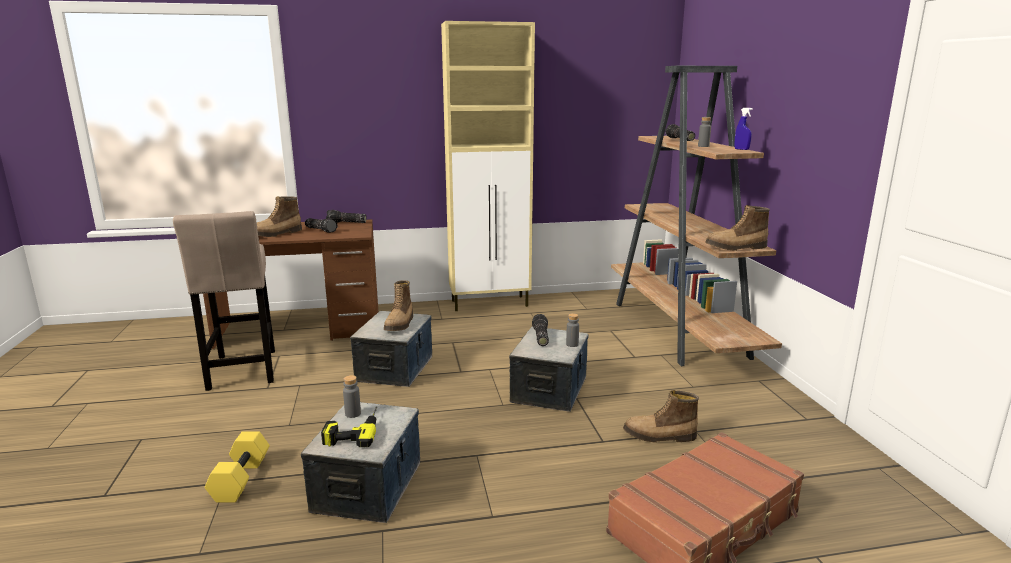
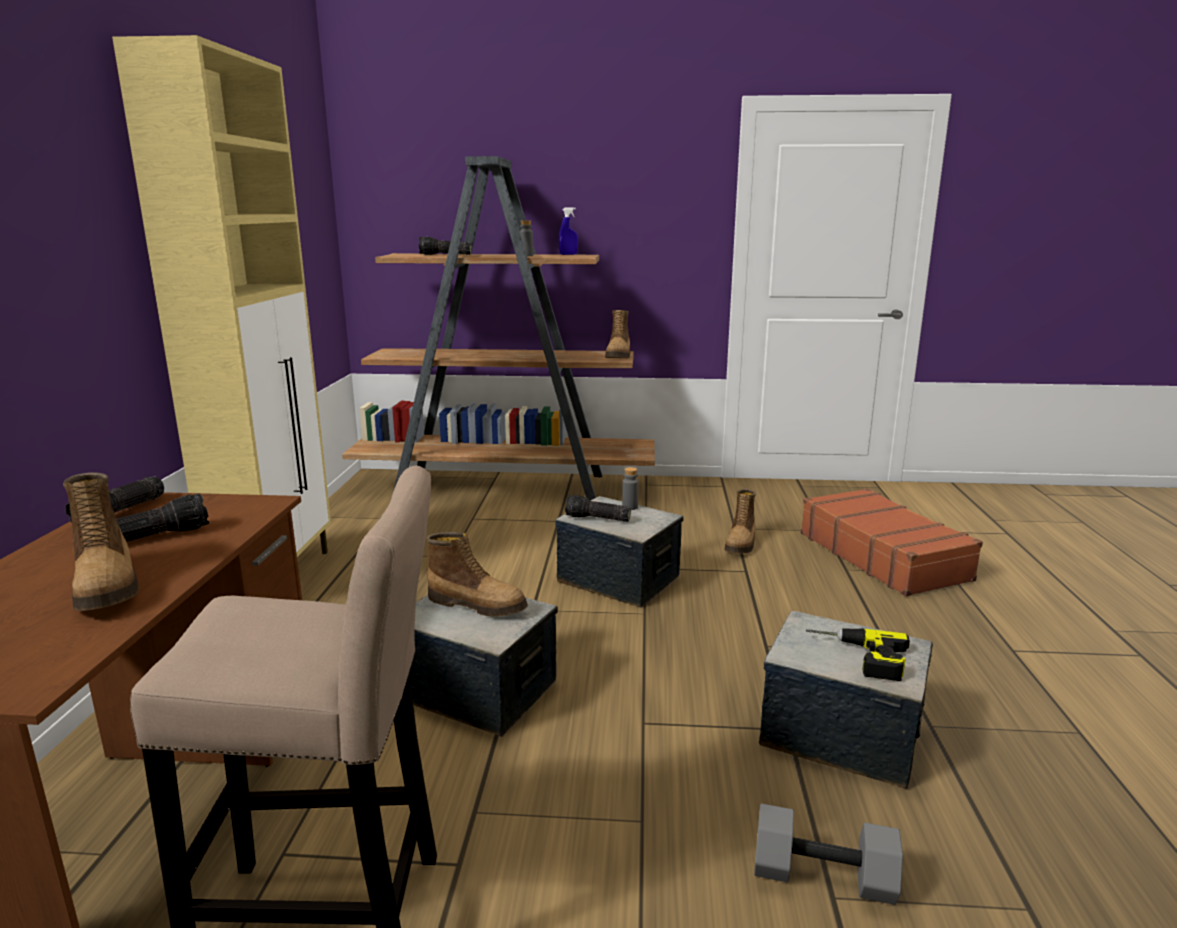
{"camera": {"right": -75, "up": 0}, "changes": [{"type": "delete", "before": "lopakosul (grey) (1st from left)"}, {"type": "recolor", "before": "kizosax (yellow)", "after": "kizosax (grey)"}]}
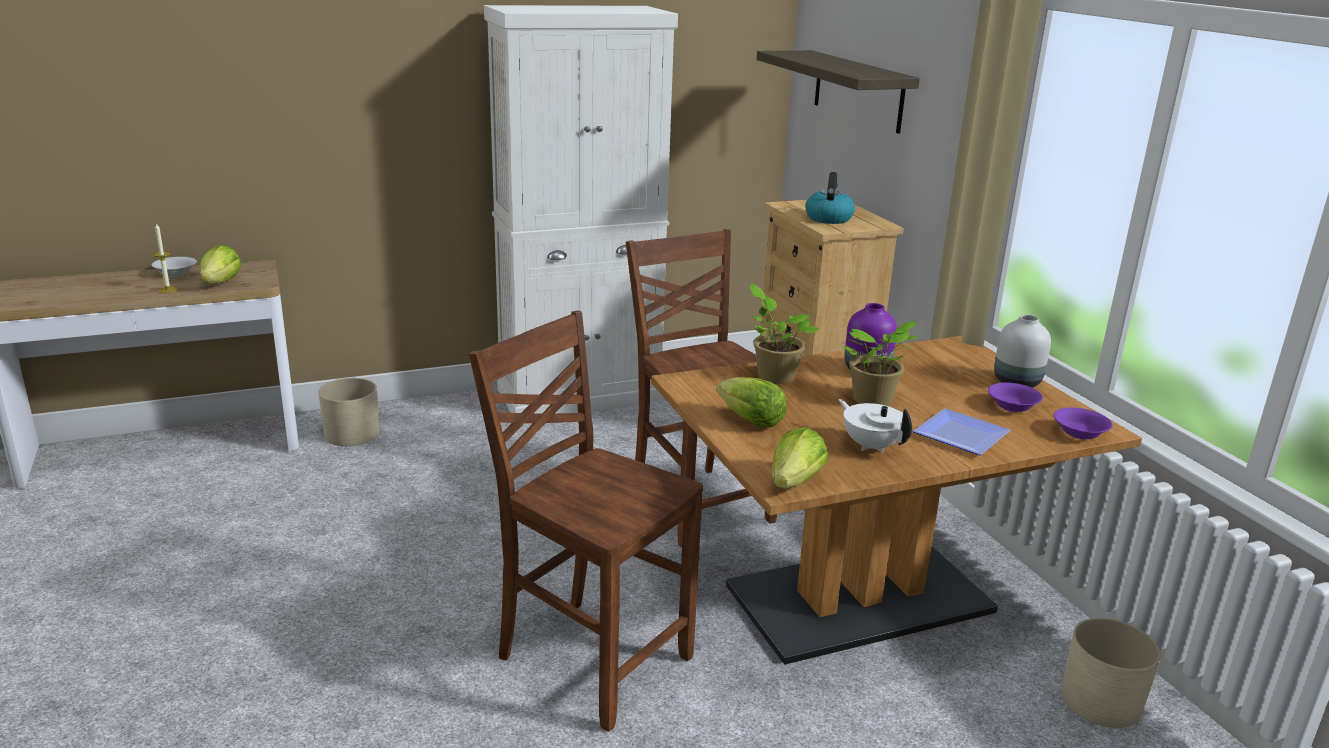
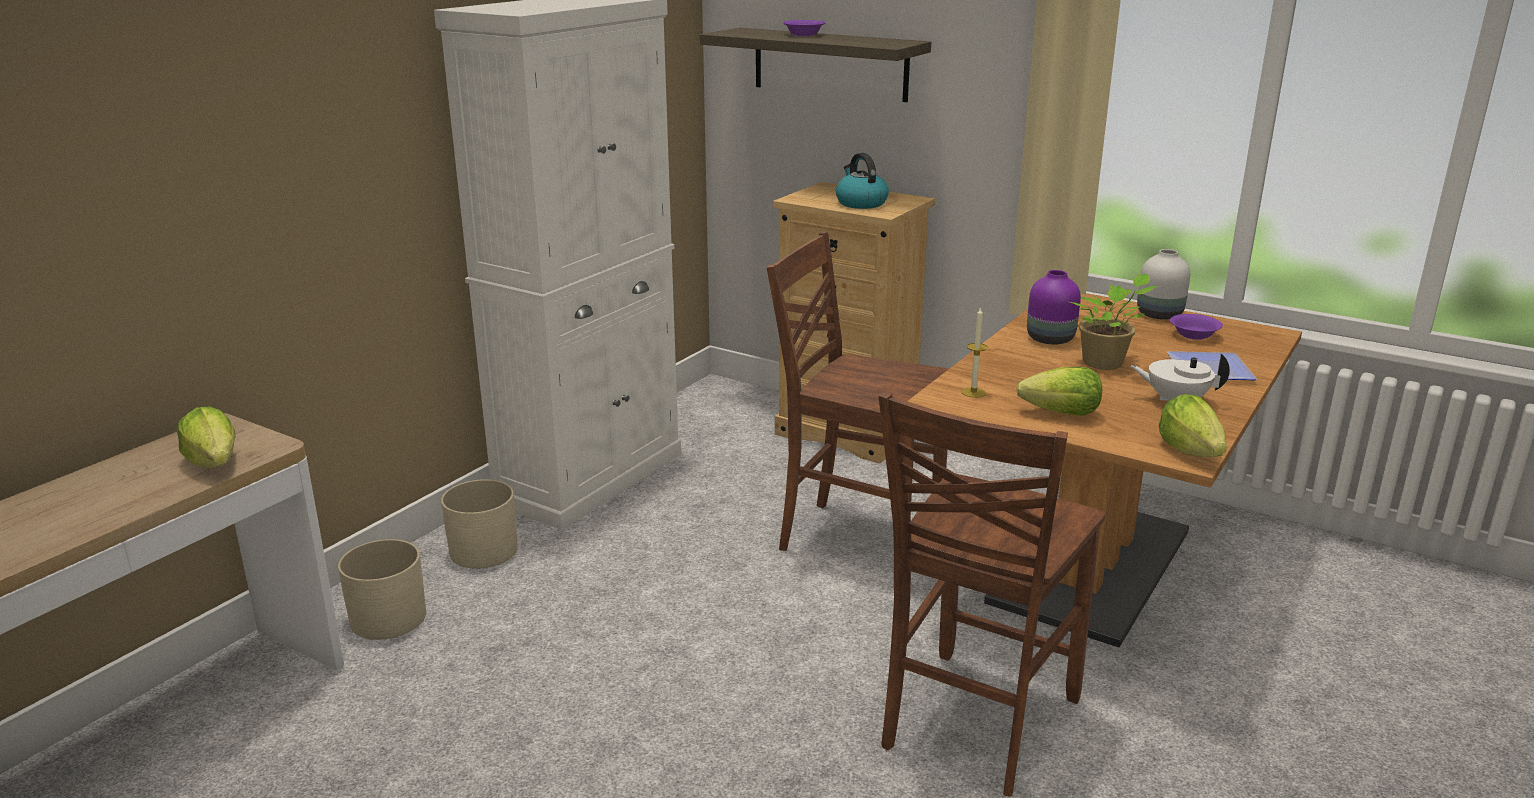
{"camera": {"right": -35, "up": 0}, "changes": [{"type": "move", "before": "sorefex"}, {"type": "delete", "before": "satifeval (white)"}, {"type": "delete", "before": "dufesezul (1st from left)"}, {"type": "rotate", "before": "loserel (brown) (1st from left in the first image)", "turn": -60}, {"type": "move", "before": "satifeval (purple) (2nd from left in the first image)", "after": "satifeval (purple) (1st from left)"}, {"type": "move", "before": "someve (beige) (2nd from left)"}]}
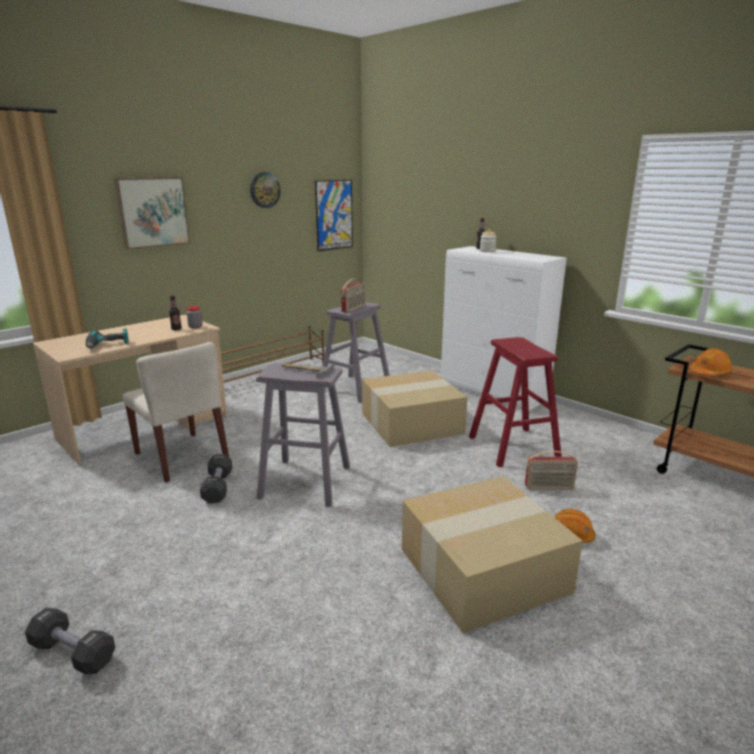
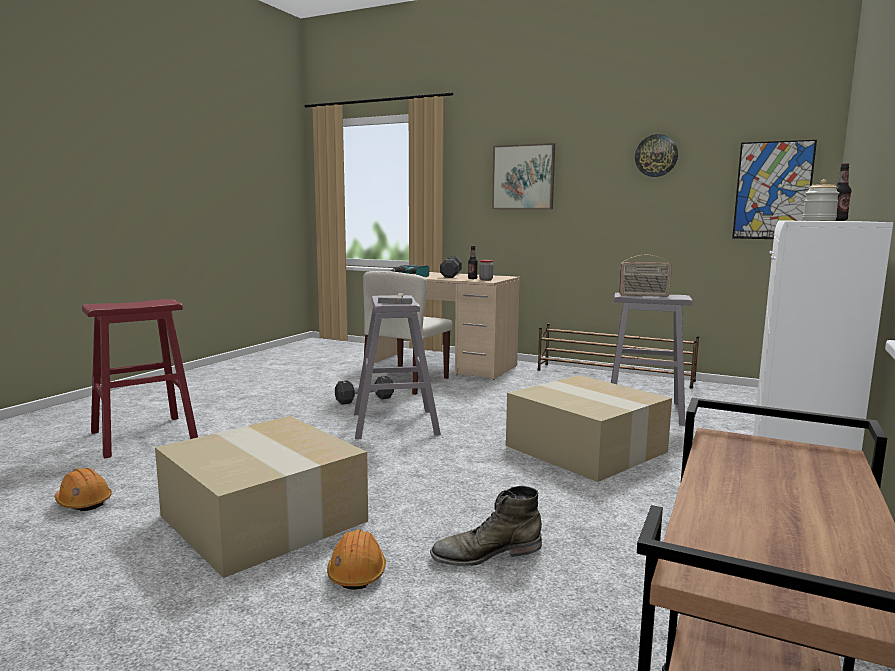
{"camera": {"right": 70, "up": -10}, "changes": [{"type": "move", "before": "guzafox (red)"}, {"type": "move", "before": "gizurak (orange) (2nd from left in the first image)", "after": "gizurak (orange) (1st from left)"}, {"type": "replace", "before": "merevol (2nd from left)", "after": "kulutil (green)"}, {"type": "move", "before": "kizosax (black) (1st from left in the first image)", "after": "kizosax (black) (2nd from left)"}]}
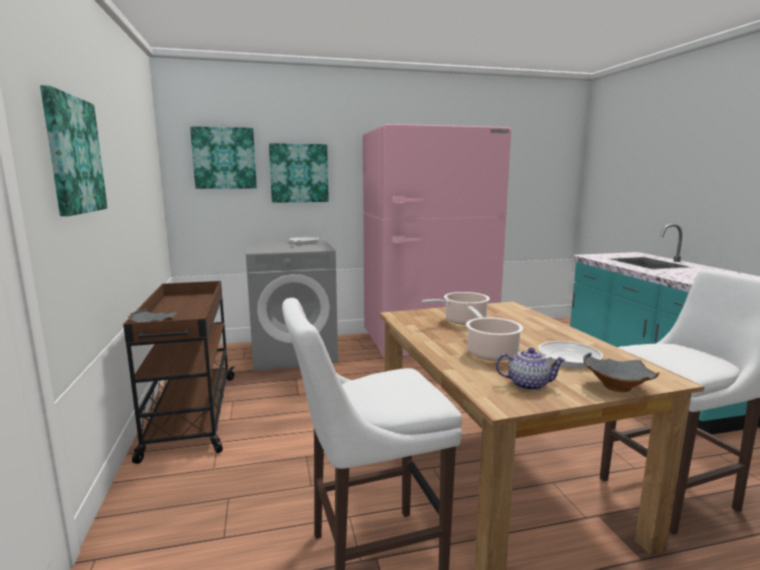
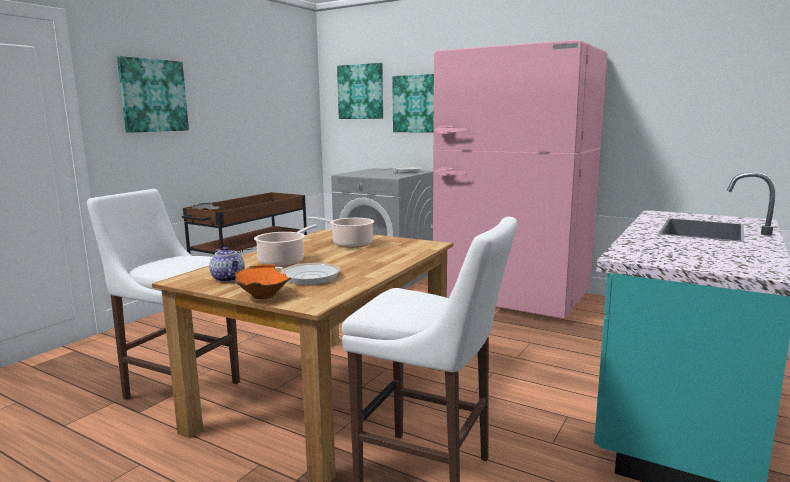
{"camera": {"right": 45, "up": 0}, "changes": [{"type": "recolor", "before": "satifeval (grey) (2nd from left)", "after": "satifeval (orange)"}]}
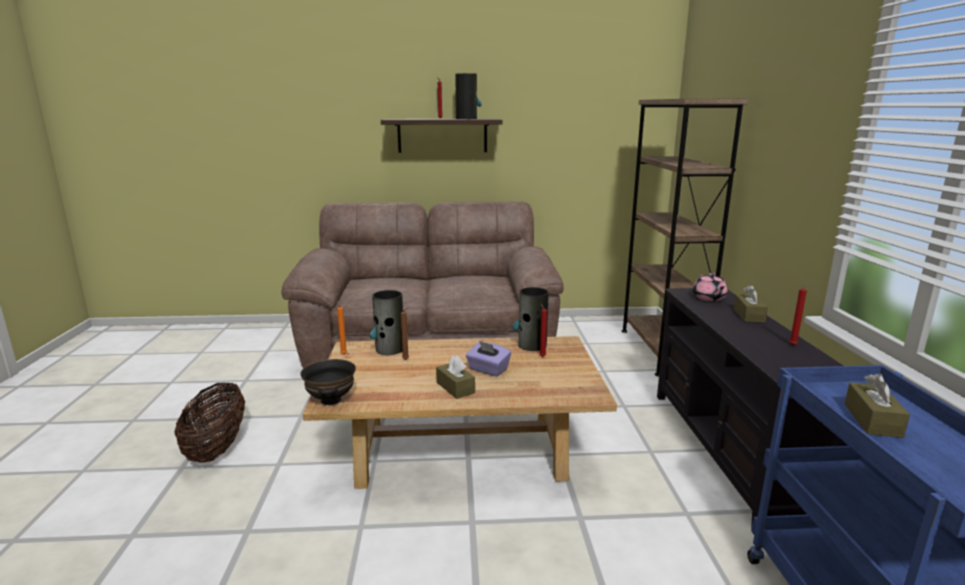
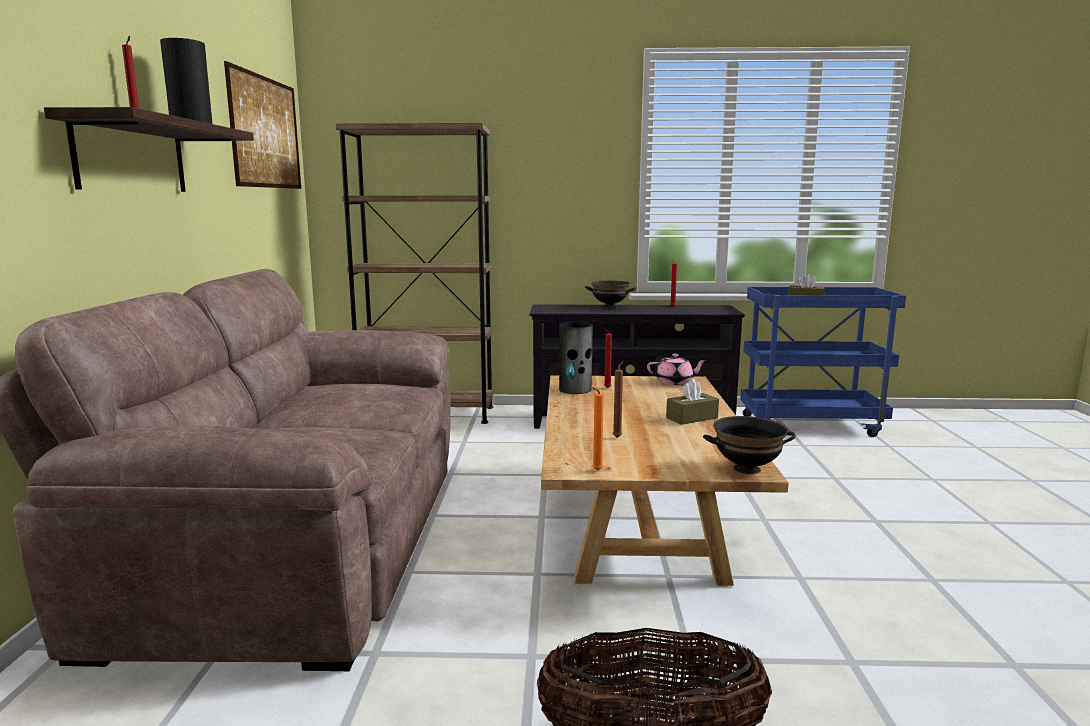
{"camera": {"right": -85, "up": -5}, "changes": [{"type": "move", "before": "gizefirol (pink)"}, {"type": "replace", "before": "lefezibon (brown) (2nd from left)", "after": "satifeval (black) (1st from left)"}, {"type": "delete", "before": "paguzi (1st from left)"}, {"type": "delete", "before": "lefezibon (purple)"}, {"type": "insert", "after": "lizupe"}]}
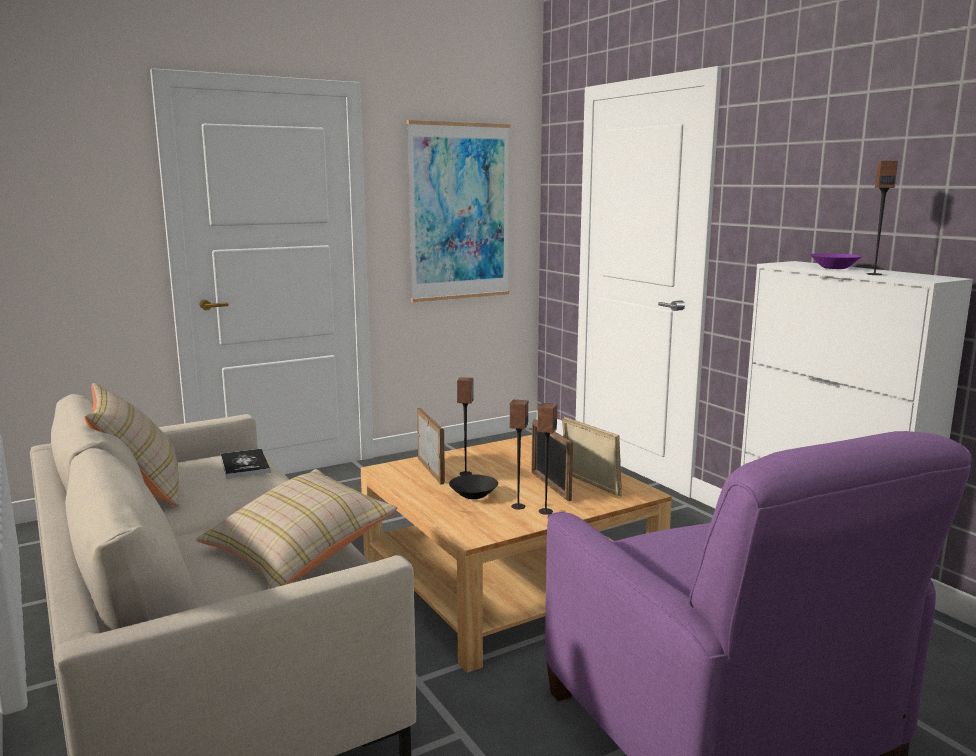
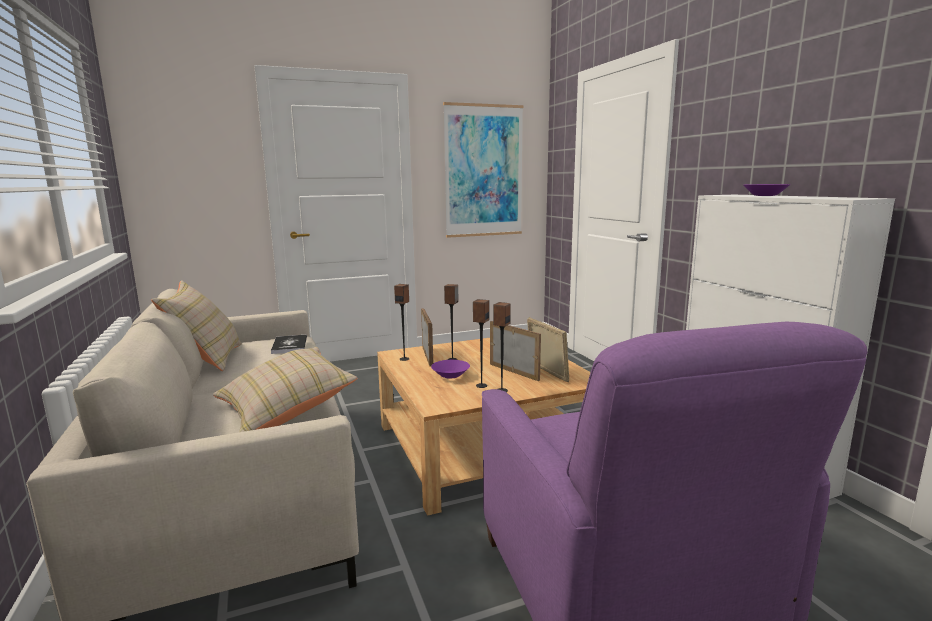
{"camera": {"right": 10, "up": 0}, "changes": [{"type": "move", "before": "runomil (4th from left in the first image)", "after": "runomil (1st from left)"}, {"type": "rotate", "before": "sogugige (2nd from left)", "turn": 150}, {"type": "recolor", "before": "satifeval (black)", "after": "satifeval (purple) (1st from left)"}]}
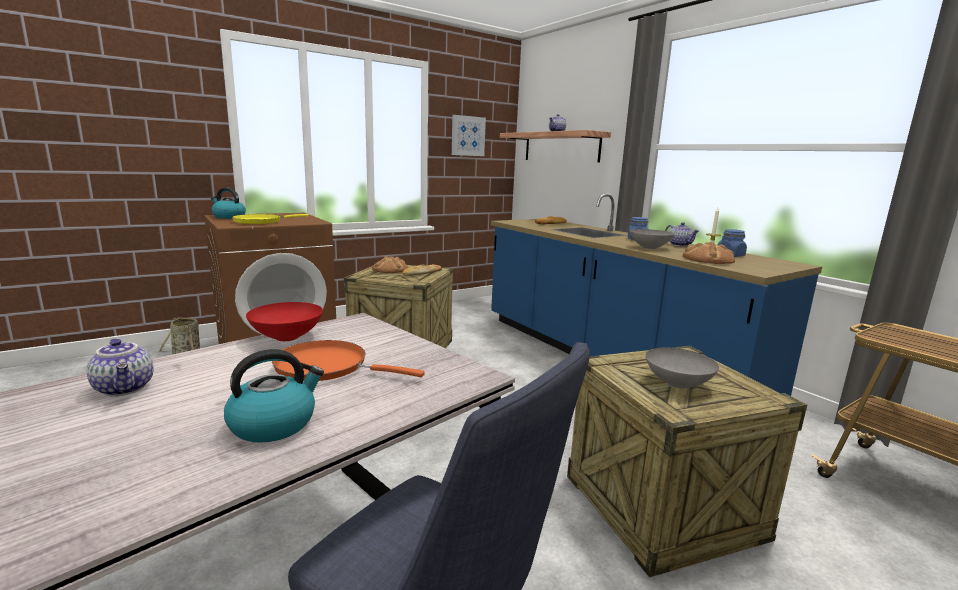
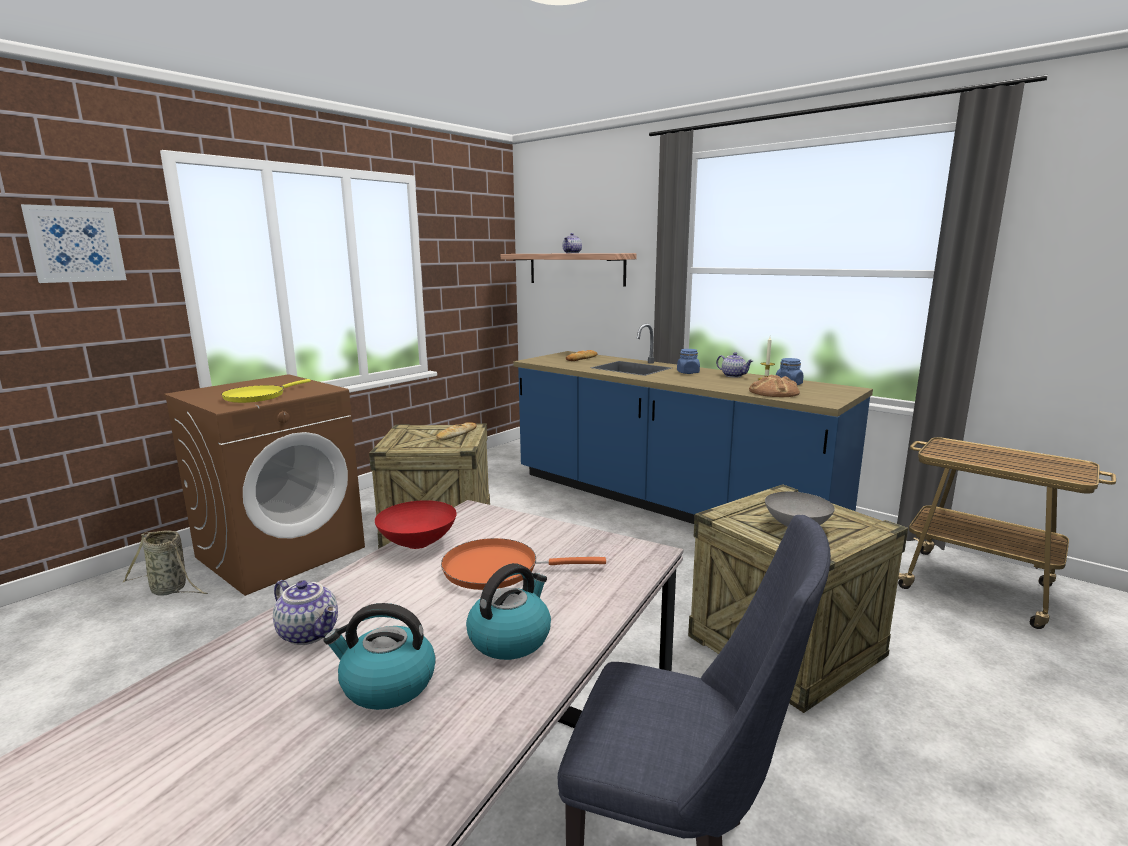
{"camera": {"right": -15, "up": 0}, "changes": [{"type": "move", "before": "lizupe"}, {"type": "move", "before": "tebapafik (1st from left)"}, {"type": "delete", "before": "satifeval (grey) (1st from left)"}, {"type": "delete", "before": "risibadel (1st from left)"}]}
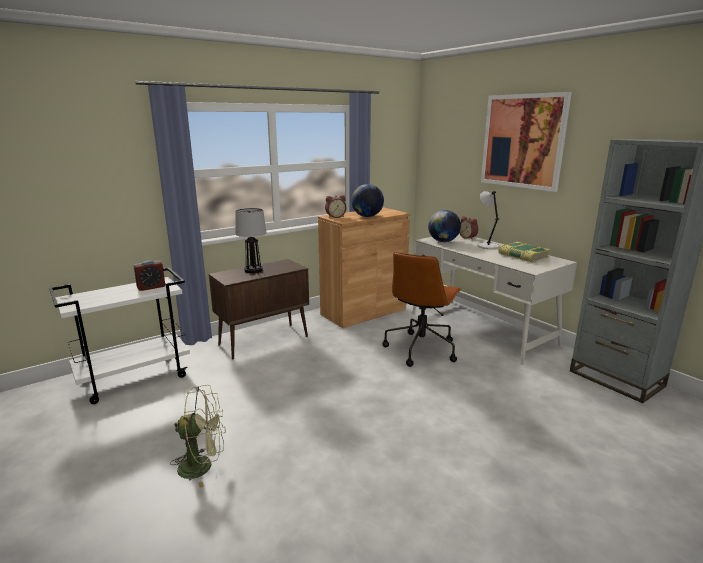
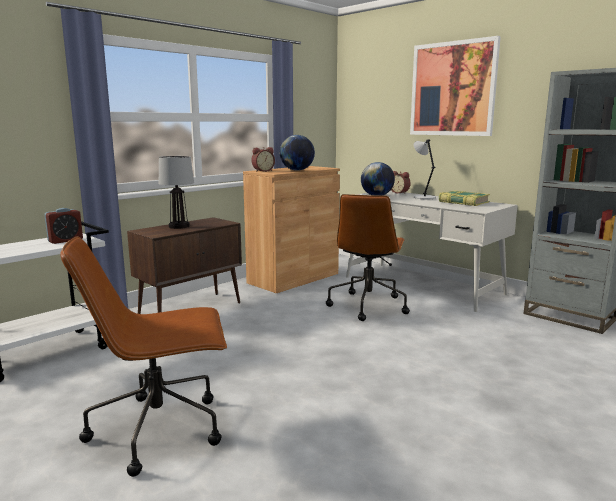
{"camera": {"right": -10, "up": -5}, "changes": [{"type": "replace", "before": "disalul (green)", "after": "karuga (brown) (1st from left)"}]}
